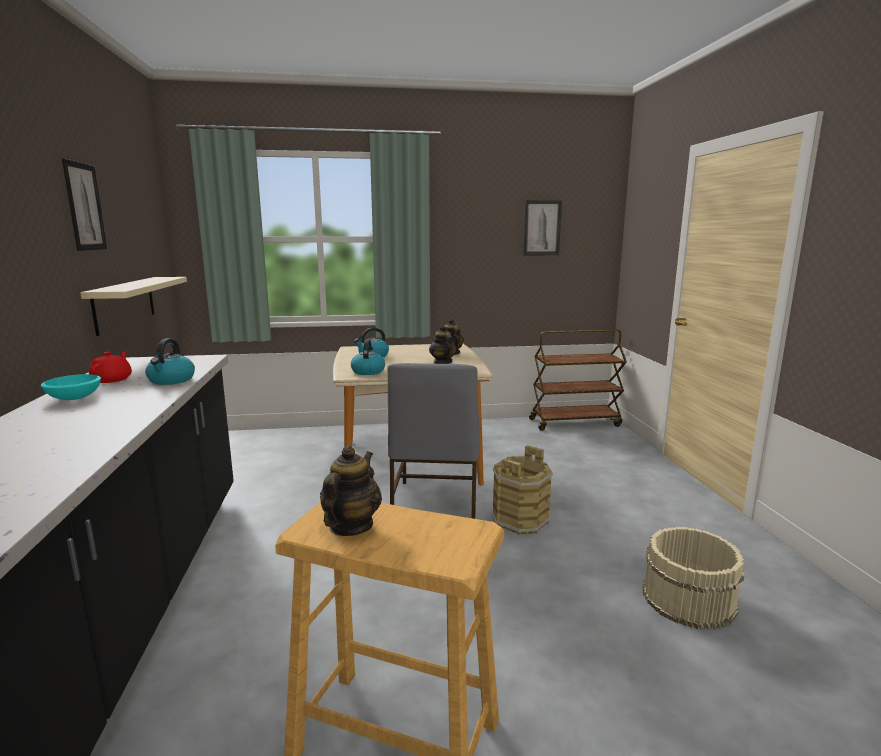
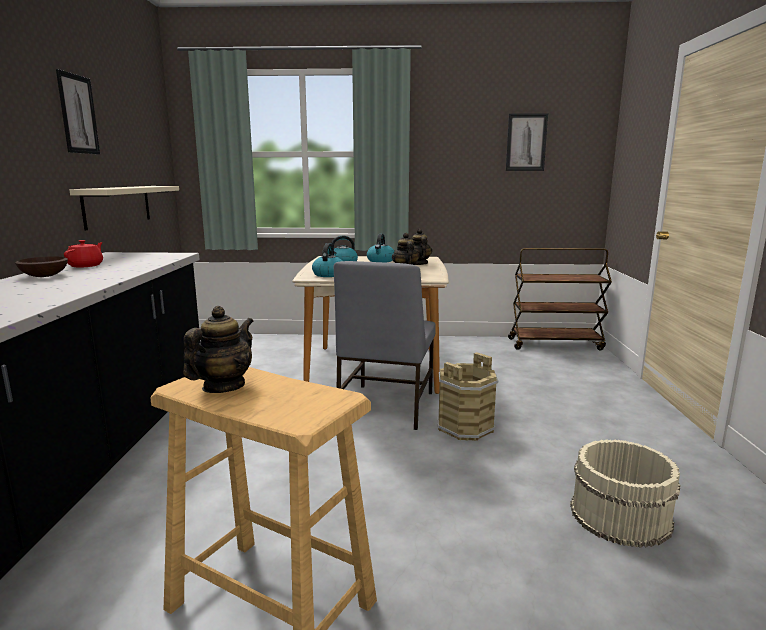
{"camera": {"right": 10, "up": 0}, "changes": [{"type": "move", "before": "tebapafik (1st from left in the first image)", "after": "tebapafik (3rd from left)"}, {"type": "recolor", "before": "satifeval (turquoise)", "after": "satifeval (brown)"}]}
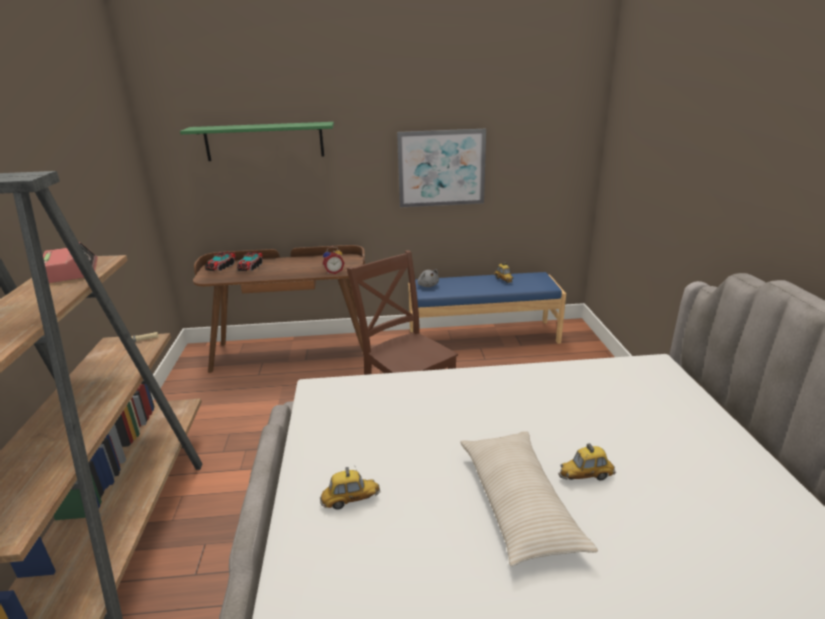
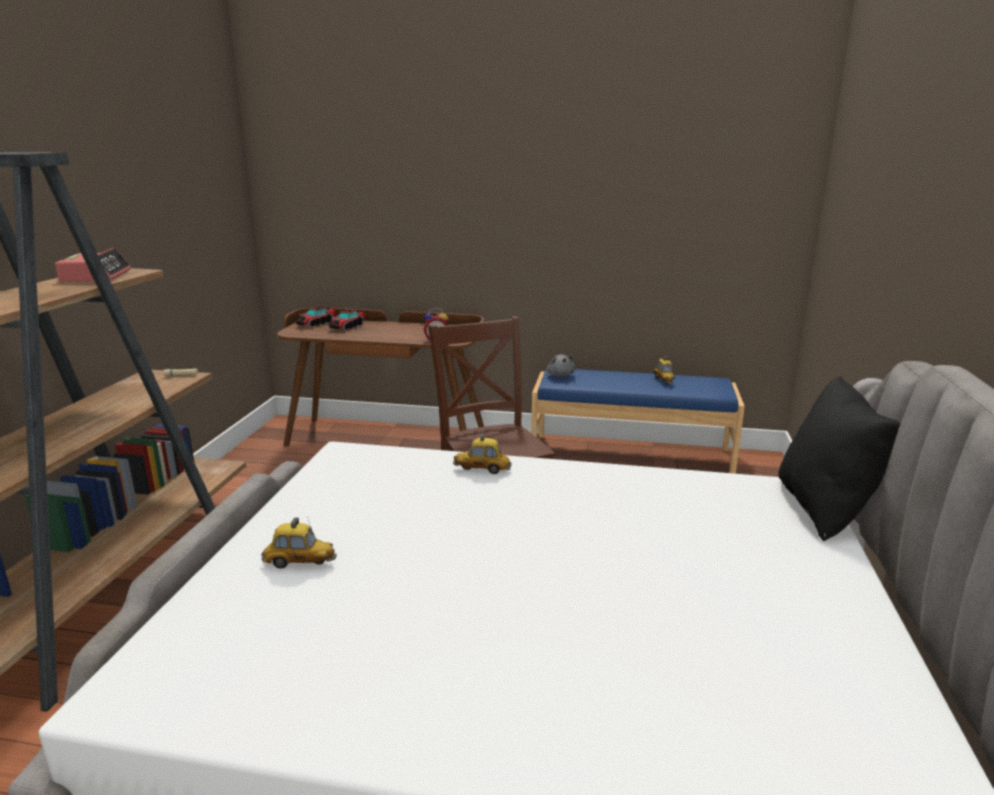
{"camera": {"right": 15, "up": -5}, "changes": [{"type": "delete", "before": "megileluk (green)"}, {"type": "delete", "before": "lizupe"}, {"type": "delete", "before": "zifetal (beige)"}, {"type": "move", "before": "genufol (3rd from left in the first image)", "after": "genufol (2nd from left)"}, {"type": "insert", "after": "zifetal (black)"}]}
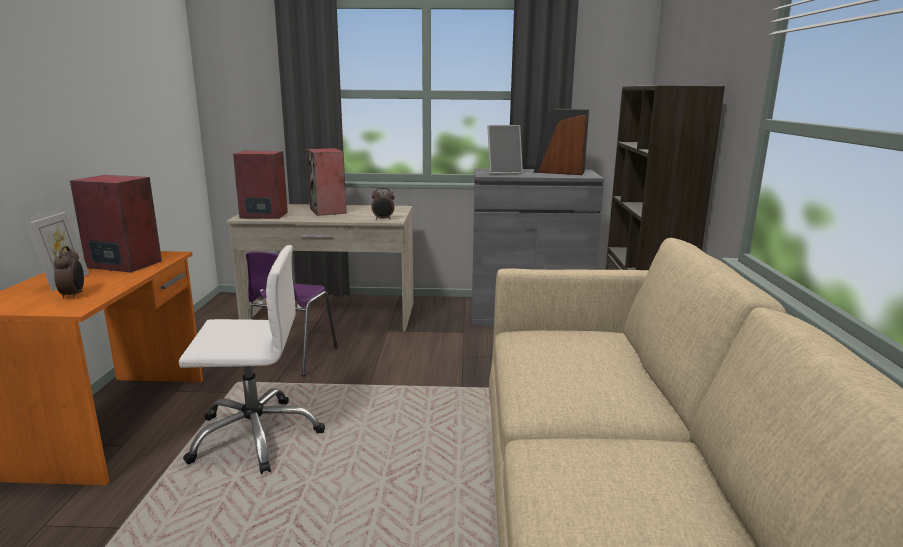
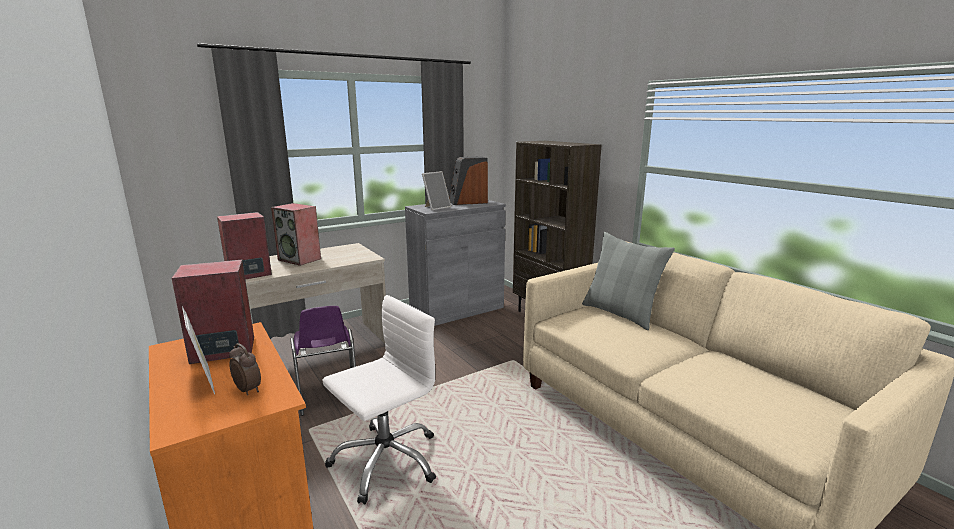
{"camera": {"right": -35, "up": 0}, "changes": [{"type": "delete", "before": "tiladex (2nd from left)"}, {"type": "insert", "after": "zifetal (grey)"}]}
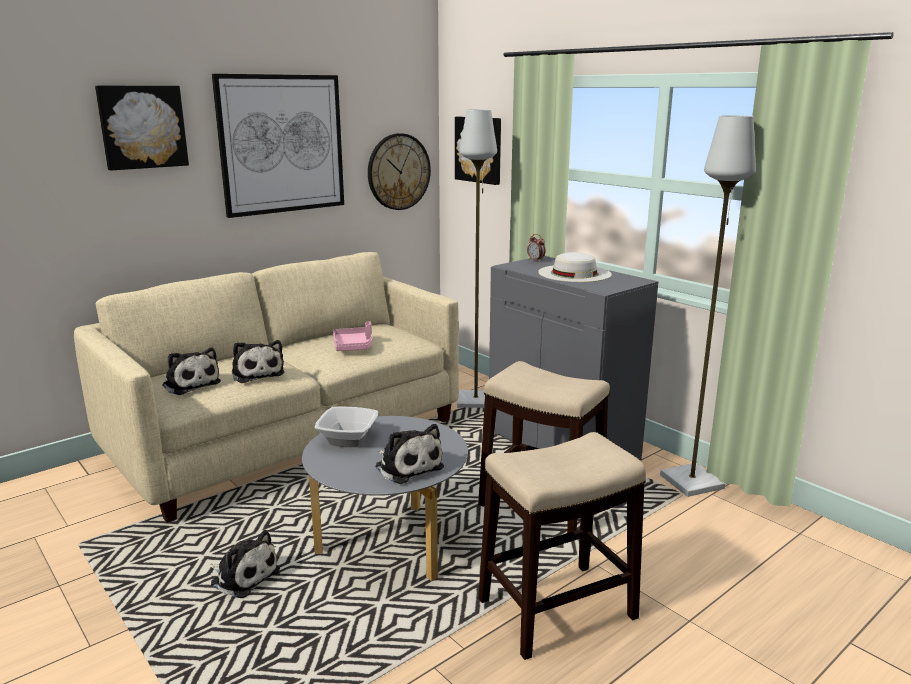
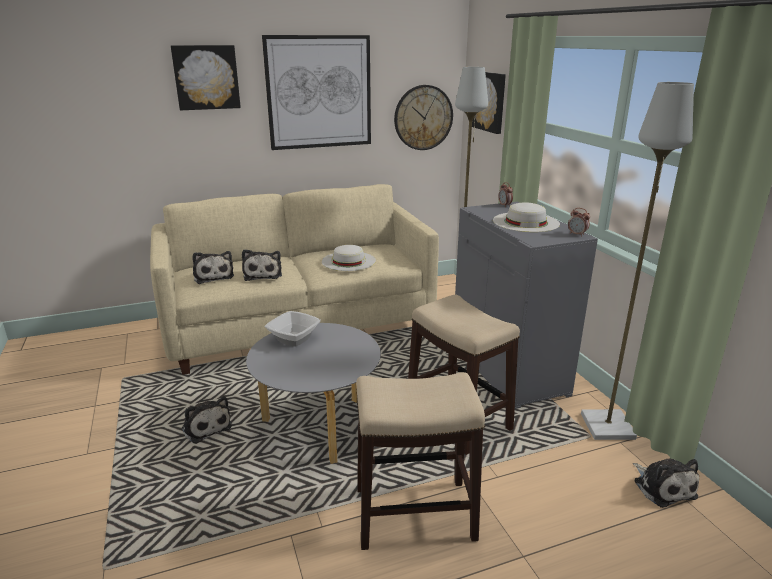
{"camera": {"right": 20, "up": 5}, "changes": [{"type": "replace", "before": "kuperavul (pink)", "after": "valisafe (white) (1st from left)"}, {"type": "move", "before": "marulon (4th from left)"}, {"type": "insert", "after": "tiladex (2nd from left)"}]}
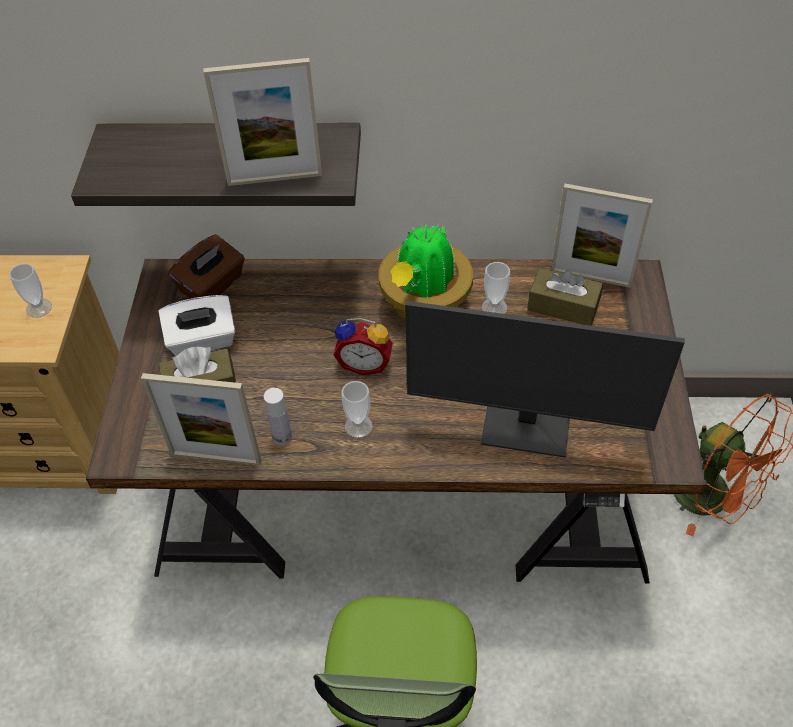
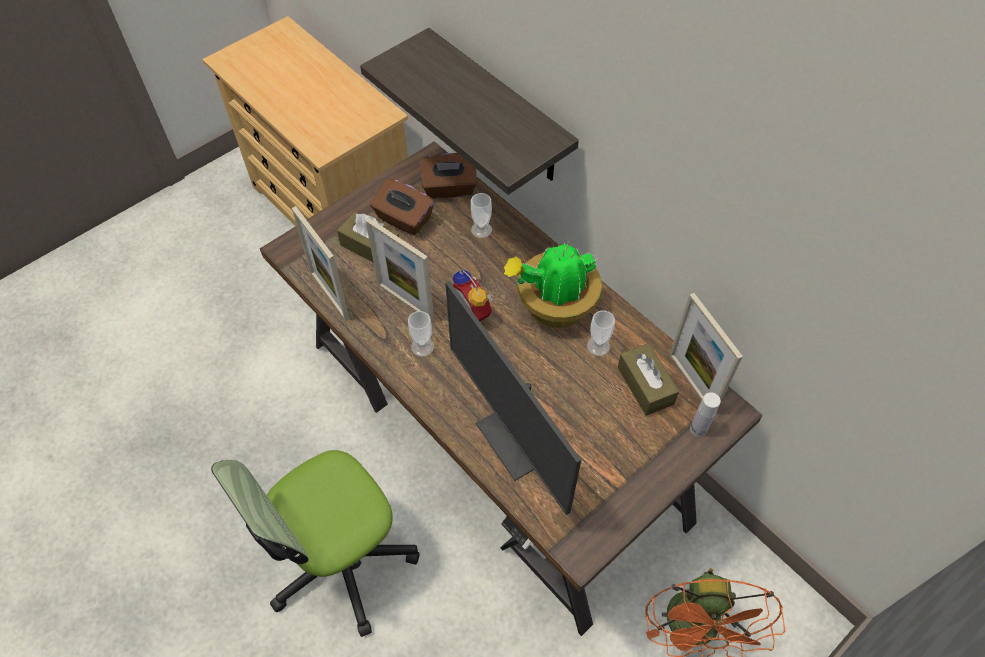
{"camera": {"right": 45, "up": 5}, "changes": [{"type": "move", "before": "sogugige (2nd from left)"}, {"type": "move", "before": "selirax (1st from left in the first image)", "after": "selirax (2nd from left)"}, {"type": "recolor", "before": "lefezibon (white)", "after": "lefezibon (brown) (2nd from left)"}, {"type": "move", "before": "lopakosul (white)"}]}
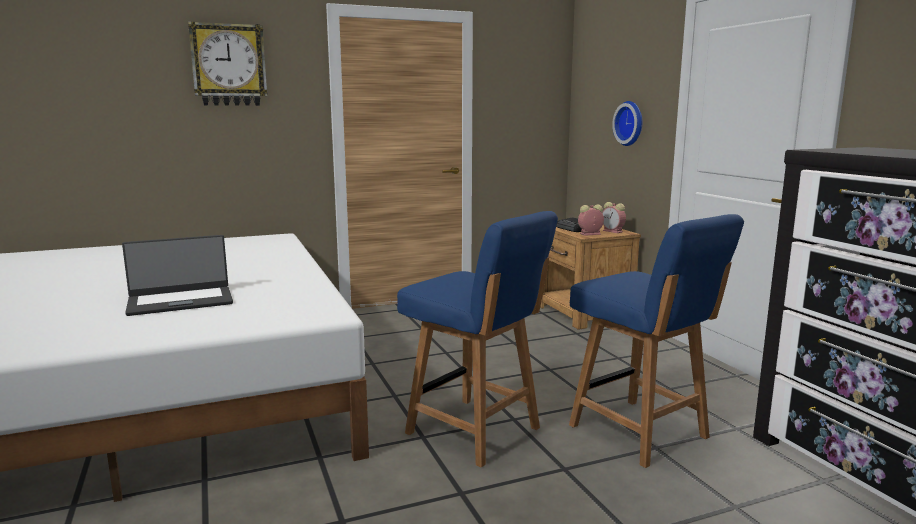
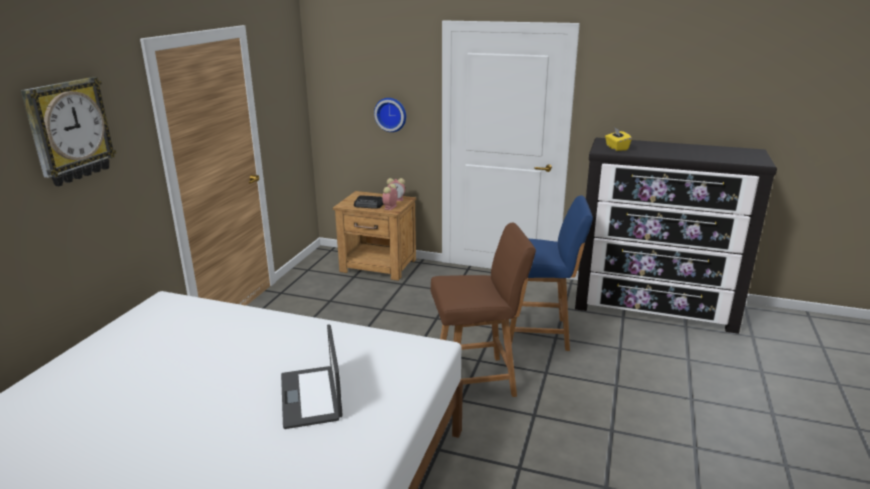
{"camera": {"right": -50, "up": 10}, "changes": [{"type": "recolor", "before": "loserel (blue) (1st from left)", "after": "loserel (brown)"}, {"type": "rotate", "before": "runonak", "turn": 150}, {"type": "insert", "after": "lefezibon (yellow)"}]}
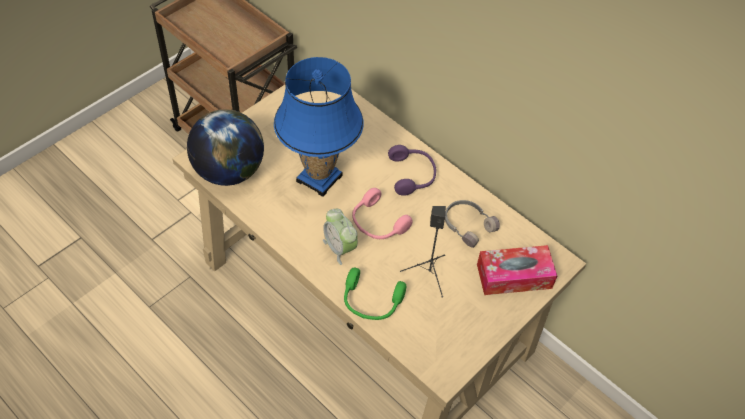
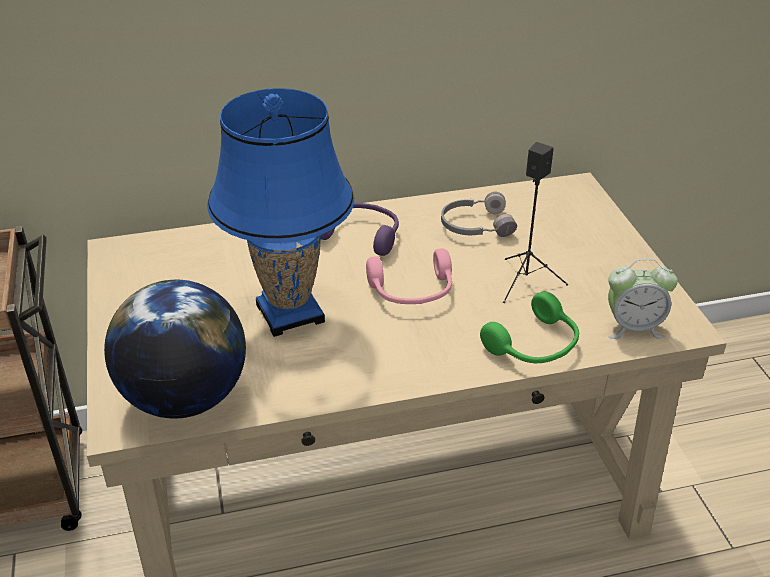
{"camera": {"right": -55, "up": -15}, "changes": [{"type": "move", "before": "tiladex"}, {"type": "delete", "before": "lefezibon"}]}
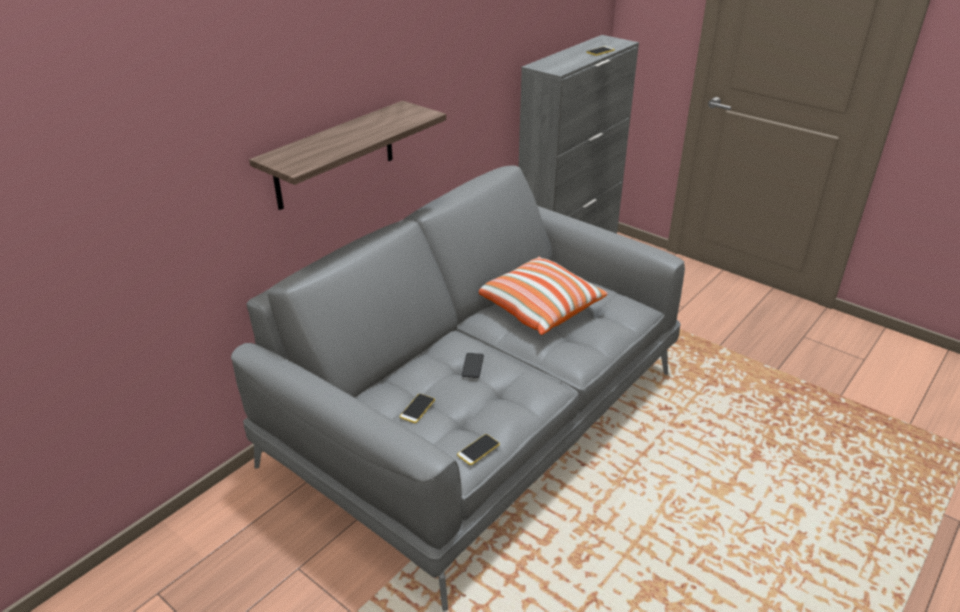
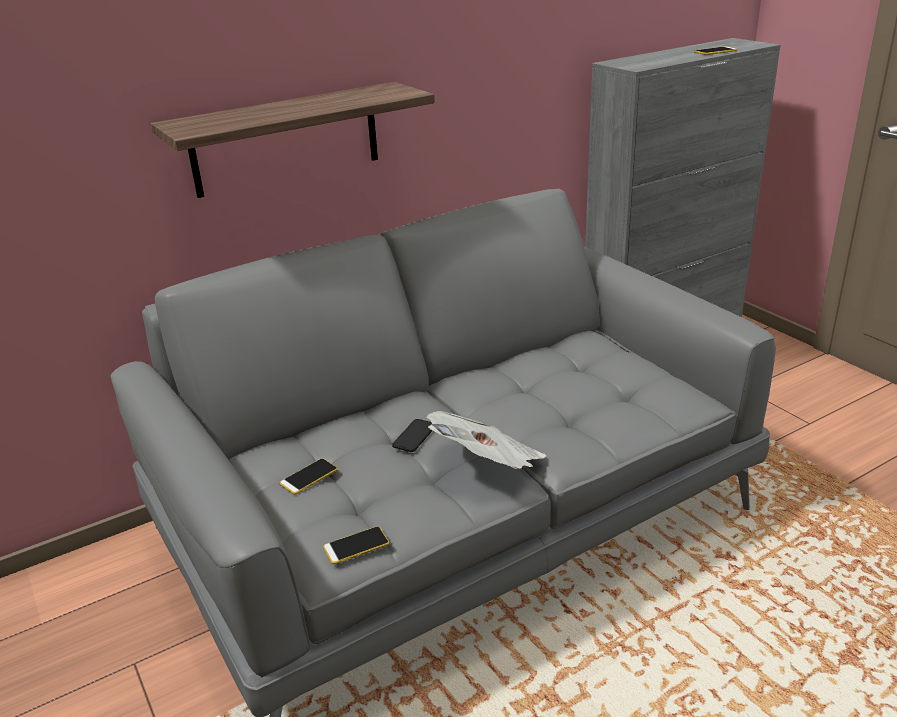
{"camera": {"right": 20, "up": -5}, "changes": [{"type": "delete", "before": "zifetal"}, {"type": "insert", "after": "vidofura"}]}
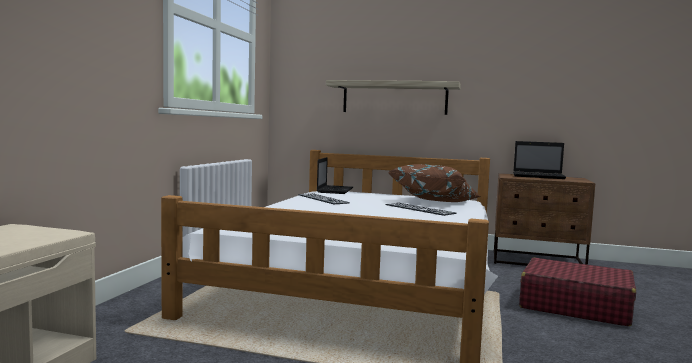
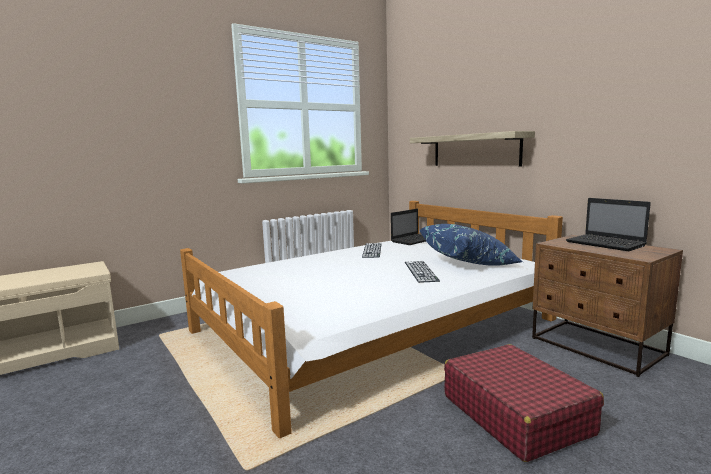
{"camera": {"right": 40, "up": 5}, "changes": [{"type": "recolor", "before": "zifetal (brown)", "after": "zifetal (blue)"}]}
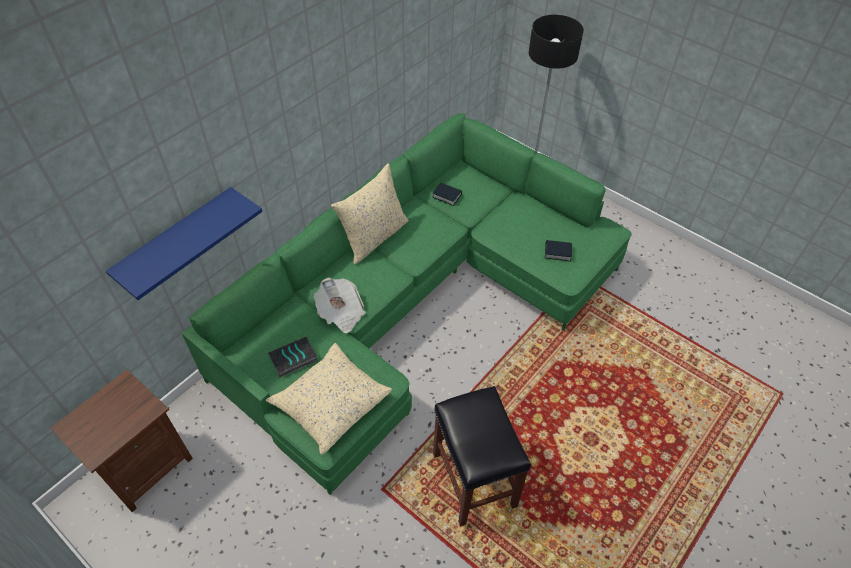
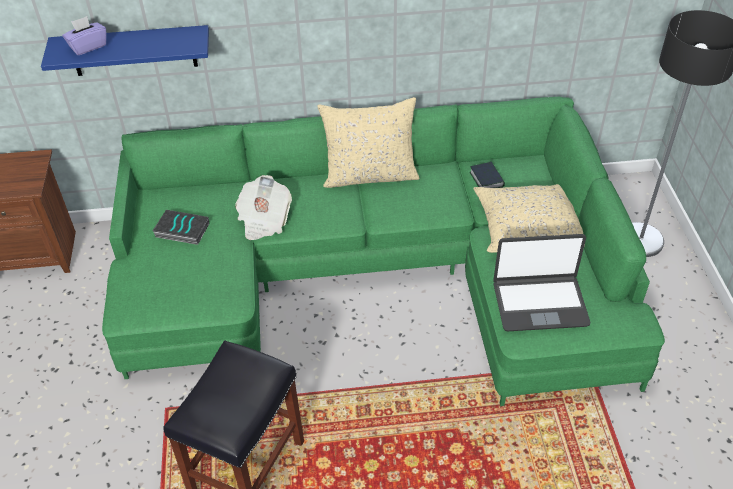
{"camera": {"right": 45, "up": -5}, "changes": [{"type": "replace", "before": "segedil (3rd from left)", "after": "runonak"}, {"type": "move", "before": "zifetal (beige) (1st from left in the first image)", "after": "zifetal (beige) (2nd from left)"}, {"type": "insert", "after": "lefezibon (purple)"}]}
